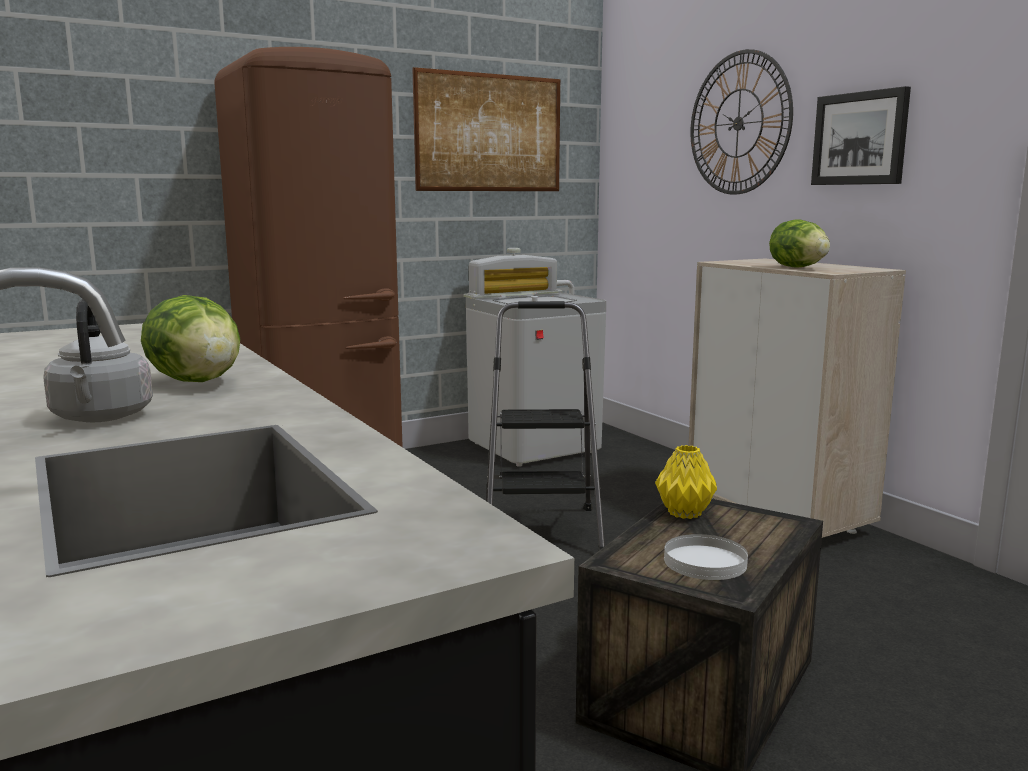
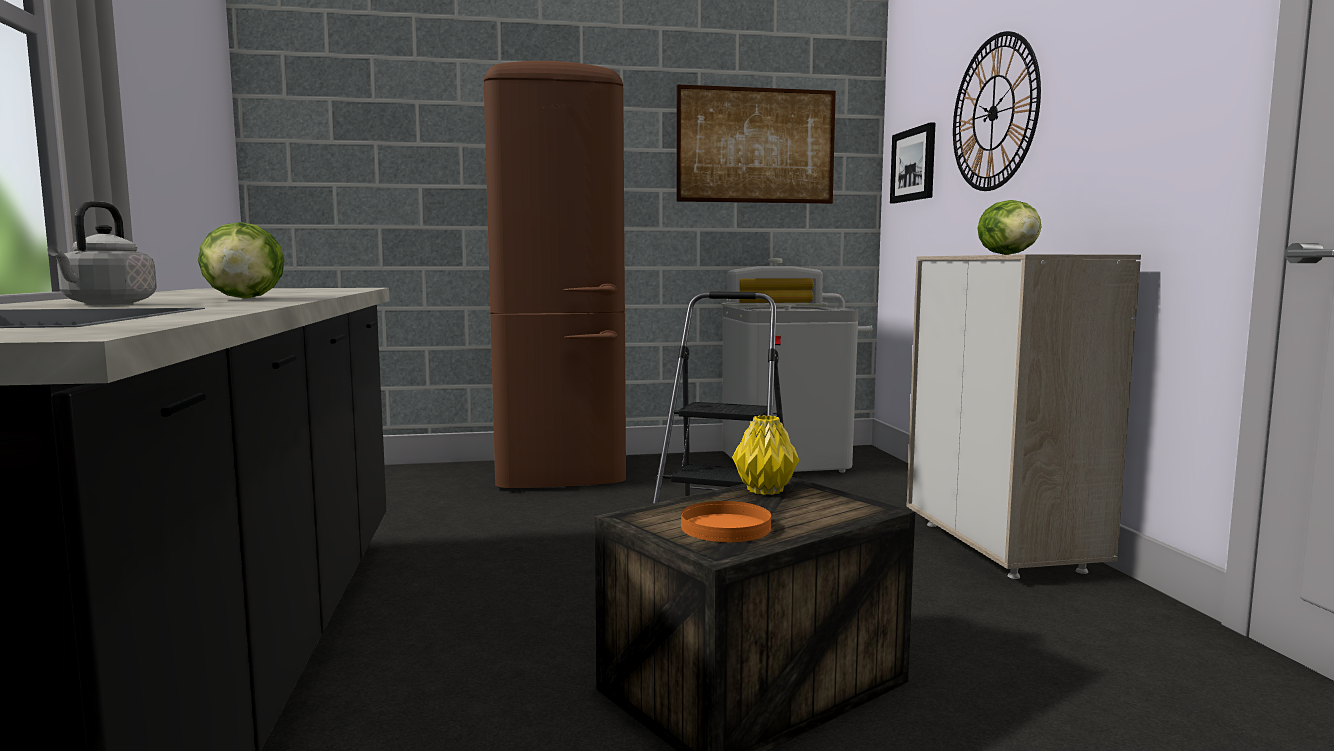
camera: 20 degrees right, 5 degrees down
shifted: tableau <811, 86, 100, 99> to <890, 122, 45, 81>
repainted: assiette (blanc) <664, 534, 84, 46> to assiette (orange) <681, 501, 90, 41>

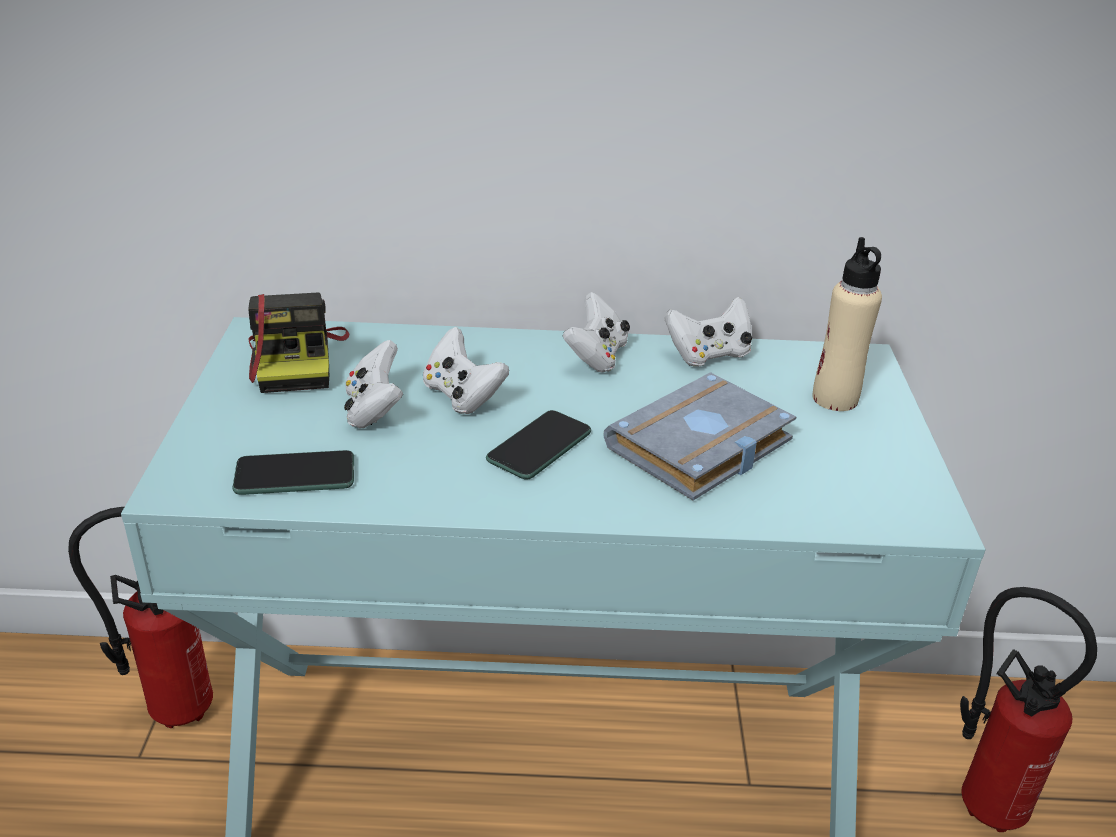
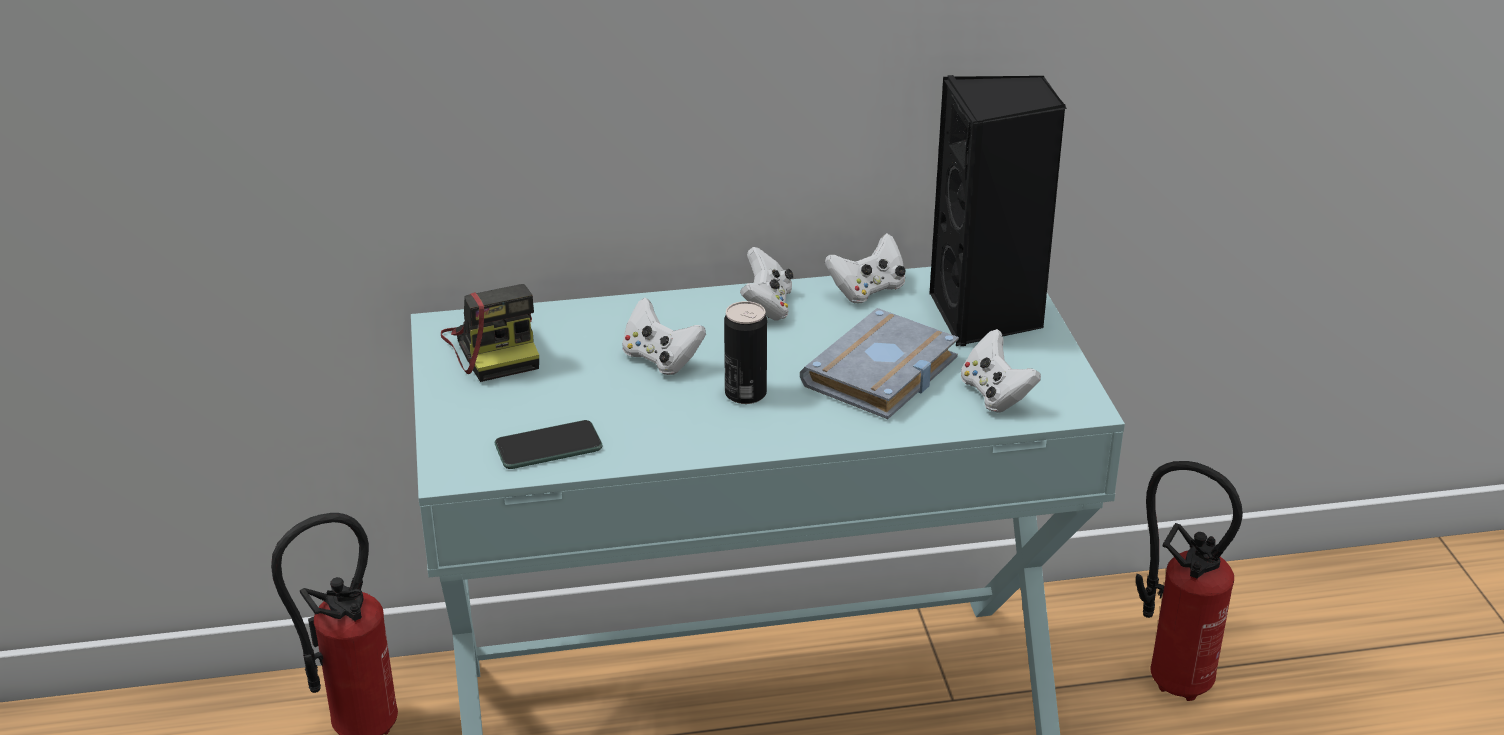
camera: 10 degrees left, 0 degrees up
shifted: manette (blanc) <344, 340, 59, 88> to <961, 329, 80, 84>
swapped: téléphone <486, 410, 105, 70> to boîte métallique <724, 301, 43, 103>; bouteille (beige) <812, 237, 70, 174> to enceinte (noir) <929, 75, 138, 271>

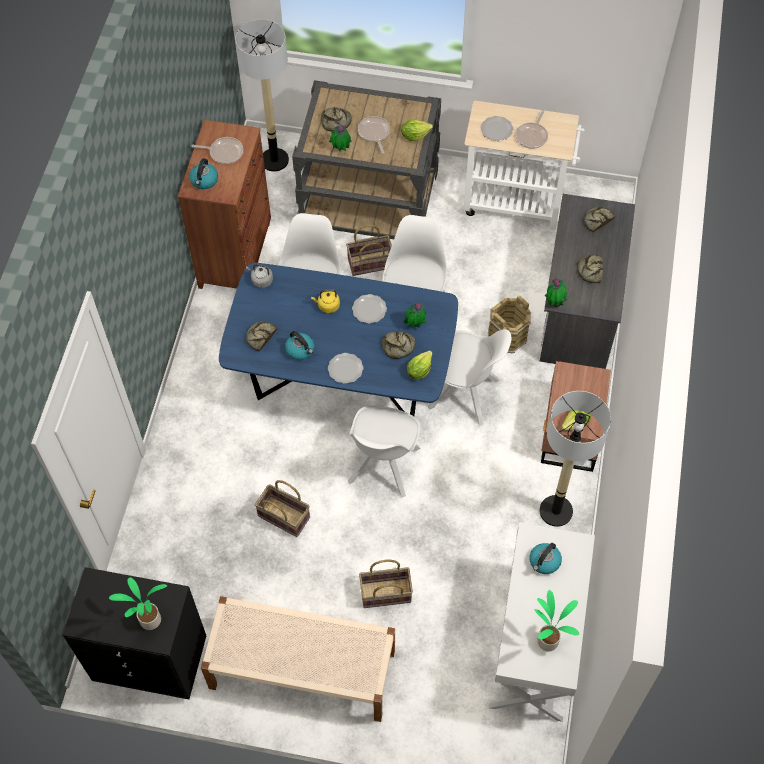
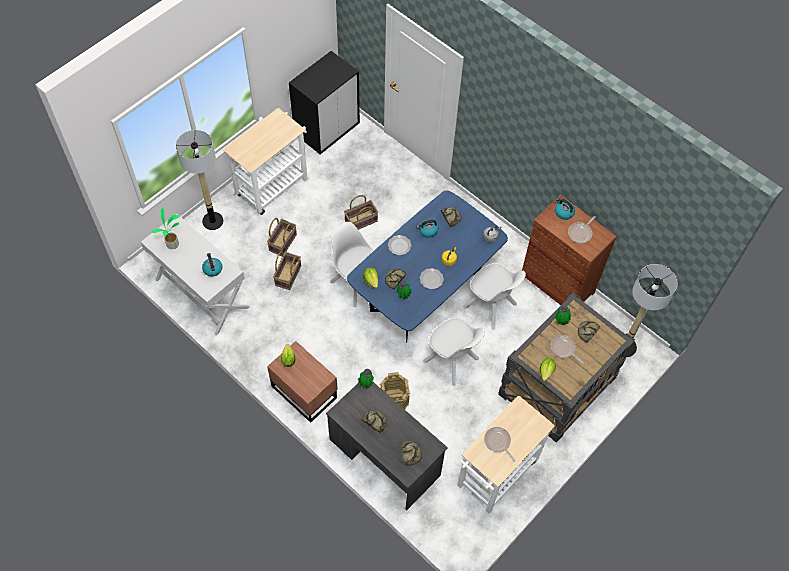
camera: 120 degrees right, 0 degrees up
gone: plante en pot <109, 578, 58, 52>; chaise (blanc) <427, 329, 85, 96>; assiette <481, 116, 32, 25>
shifted: lampadaire <540, 391, 71, 136> to <176, 130, 47, 100>; panier <346, 224, 46, 52> to <273, 251, 28, 39>
swapped: banc (beige) <201, 596, 194, 126> to chariot (blanc) <223, 108, 85, 107>
rotated: poêle <358, 116, 32, 38> = <551, 335, 33, 29> 150 degrees counterclockwise

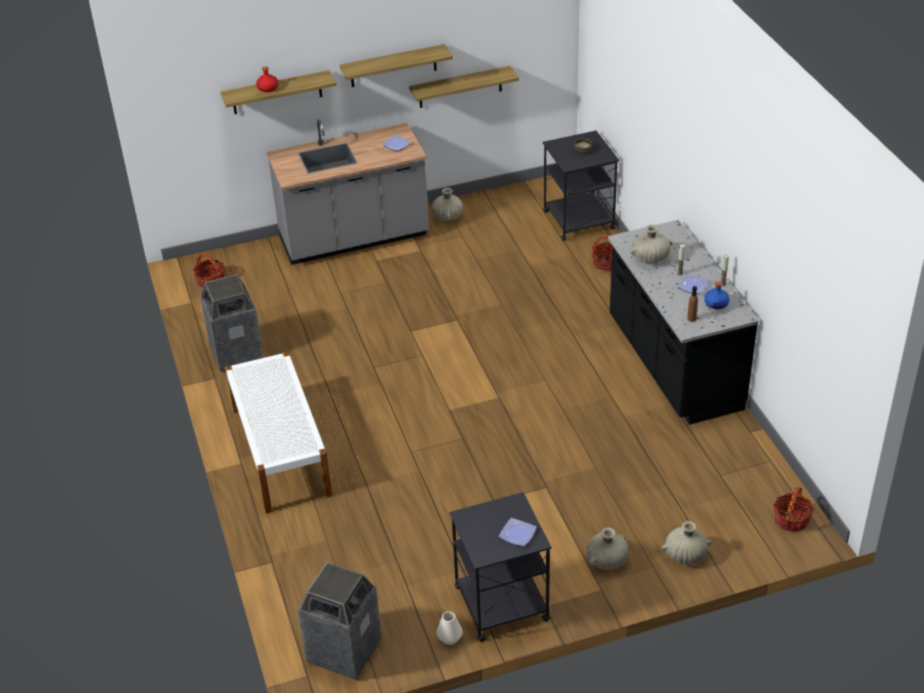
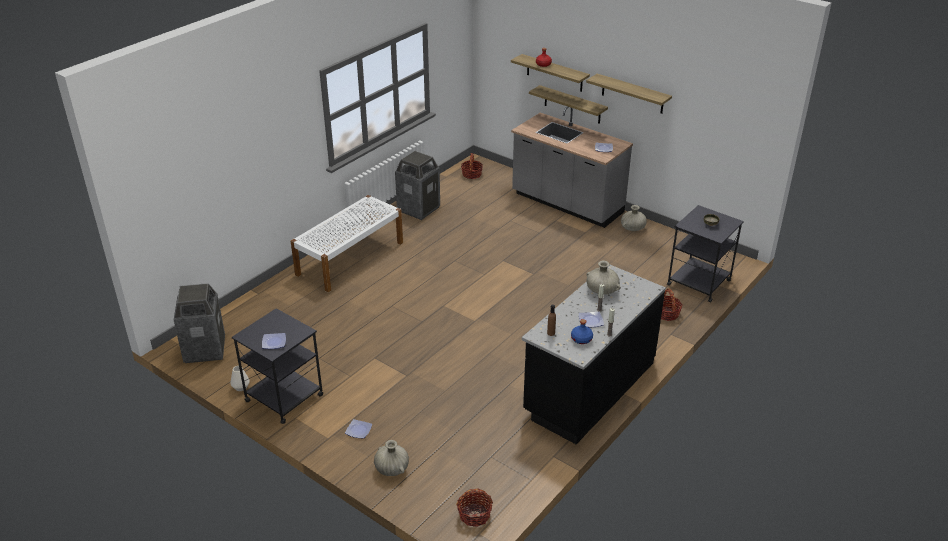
camera: 55 degrees right, 5 degrees down
shifted: étagère <409, 66, 110, 42> to <529, 85, 79, 39>
swapped: vase (beige) <586, 527, 43, 43> to assiette <345, 419, 27, 19>

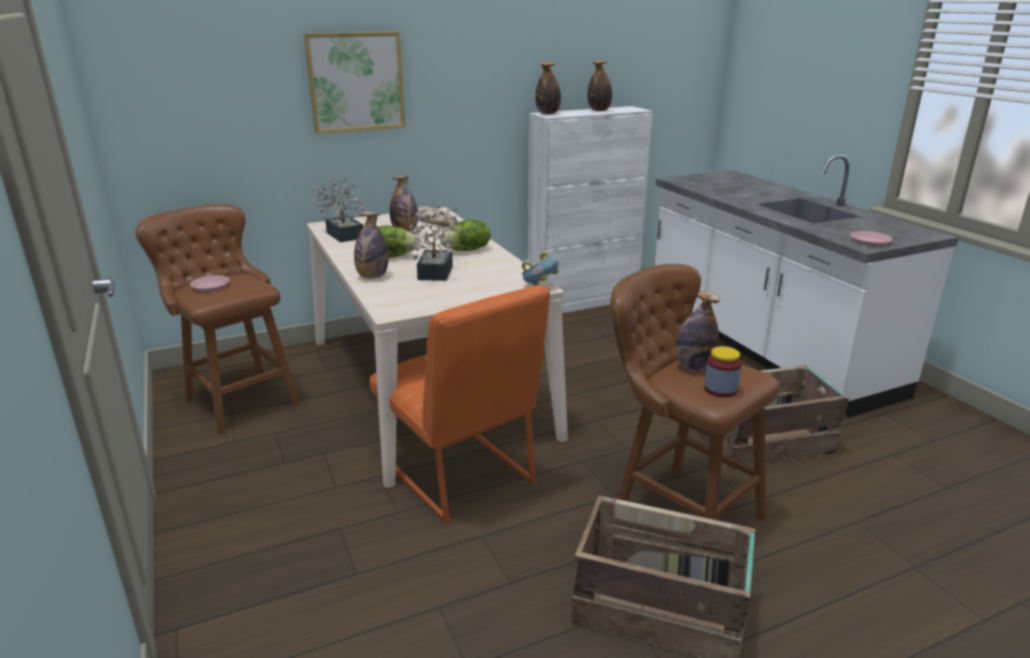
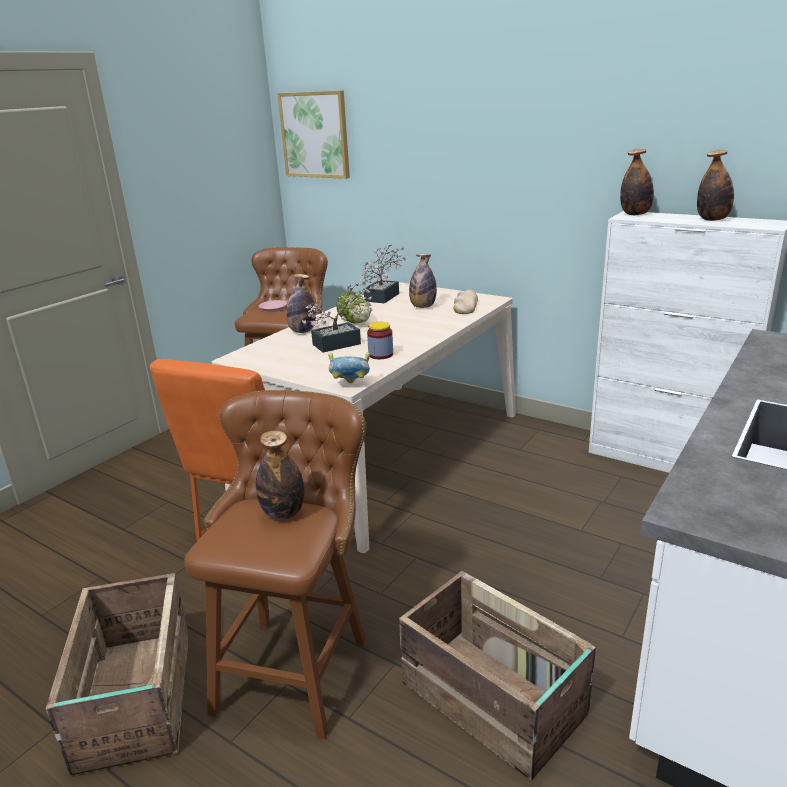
camera: 60 degrees right, 0 degrees up
gone: laitue <440, 219, 50, 32>; assiette (rose) <850, 231, 43, 15>
shifted: tableau <304, 32, 102, 102> to <277, 90, 73, 89>; bocal <704, 346, 38, 51> to <367, 322, 26, 37>

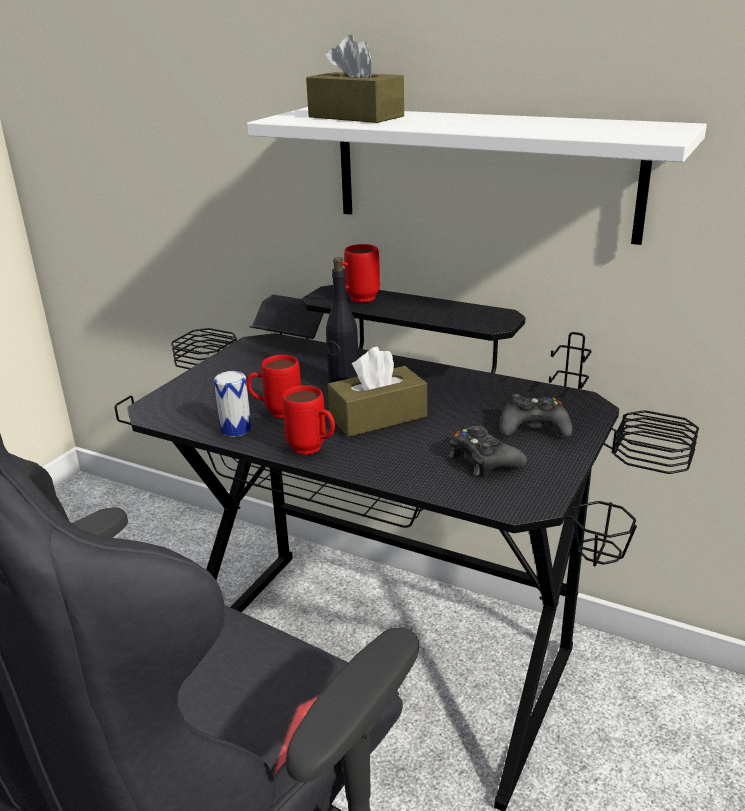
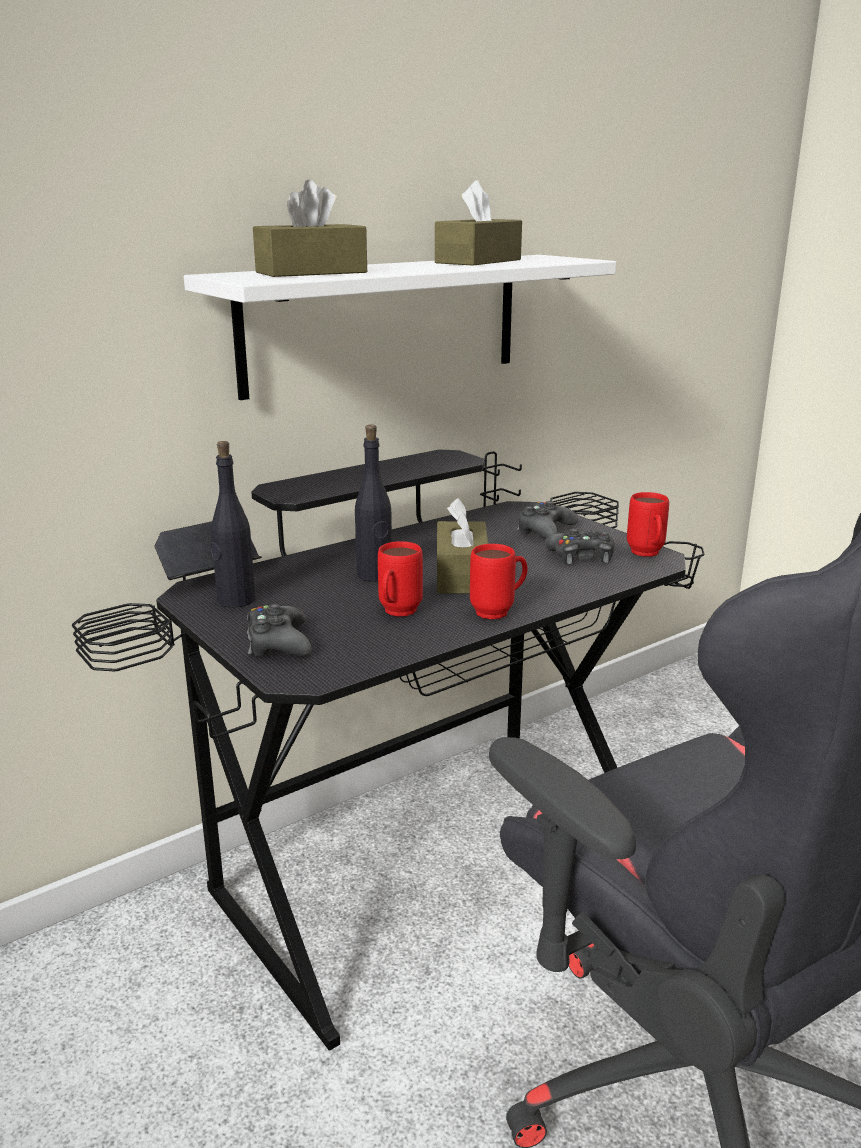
camera: 65 degrees left, 5 degrees down
gone: boîte métallique <214, 371, 37, 66>
new: bouteille (noir) <211, 441, 44, 167>; manette (noir) <247, 604, 65, 53>; boîte à mouchoirs (marron) <435, 180, 87, 86>
shifted: mug (rouge) <343, 244, 37, 59> to <627, 492, 42, 65>

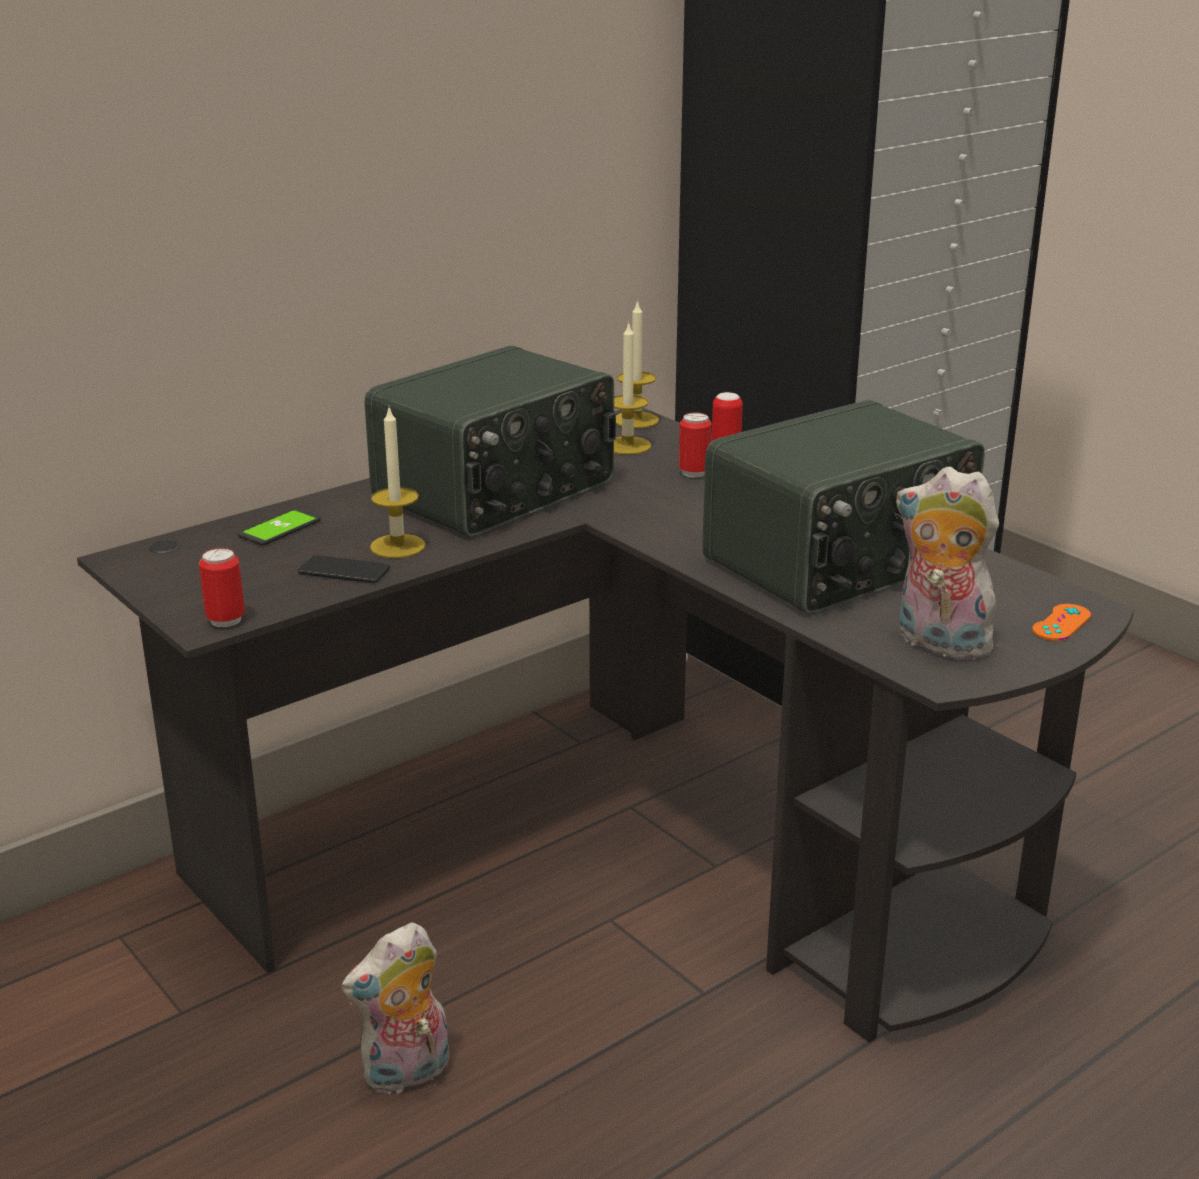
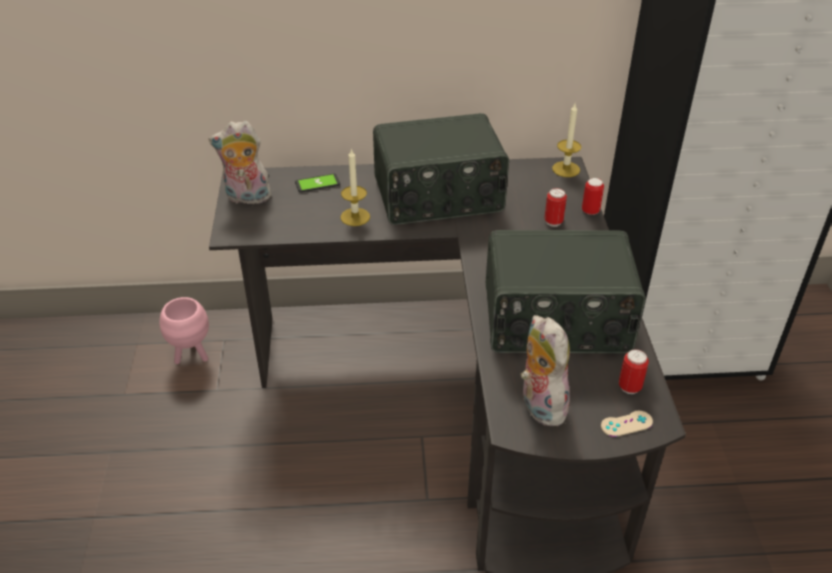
camera: 35 degrees right, 15 degrees up
gone: téléphone <298, 555, 92, 28>; bougie <614, 322, 37, 133>
new: cache-pot (rose) <160, 297, 49, 67>
shifted: peluche <341, 922, 108, 174> to <208, 121, 63, 86>; boîte métallique <199, 548, 46, 79> to <619, 349, 30, 45>
repainted: manette (orange) <1032, 604, 59, 37> to manette (beige) <601, 411, 52, 26>

